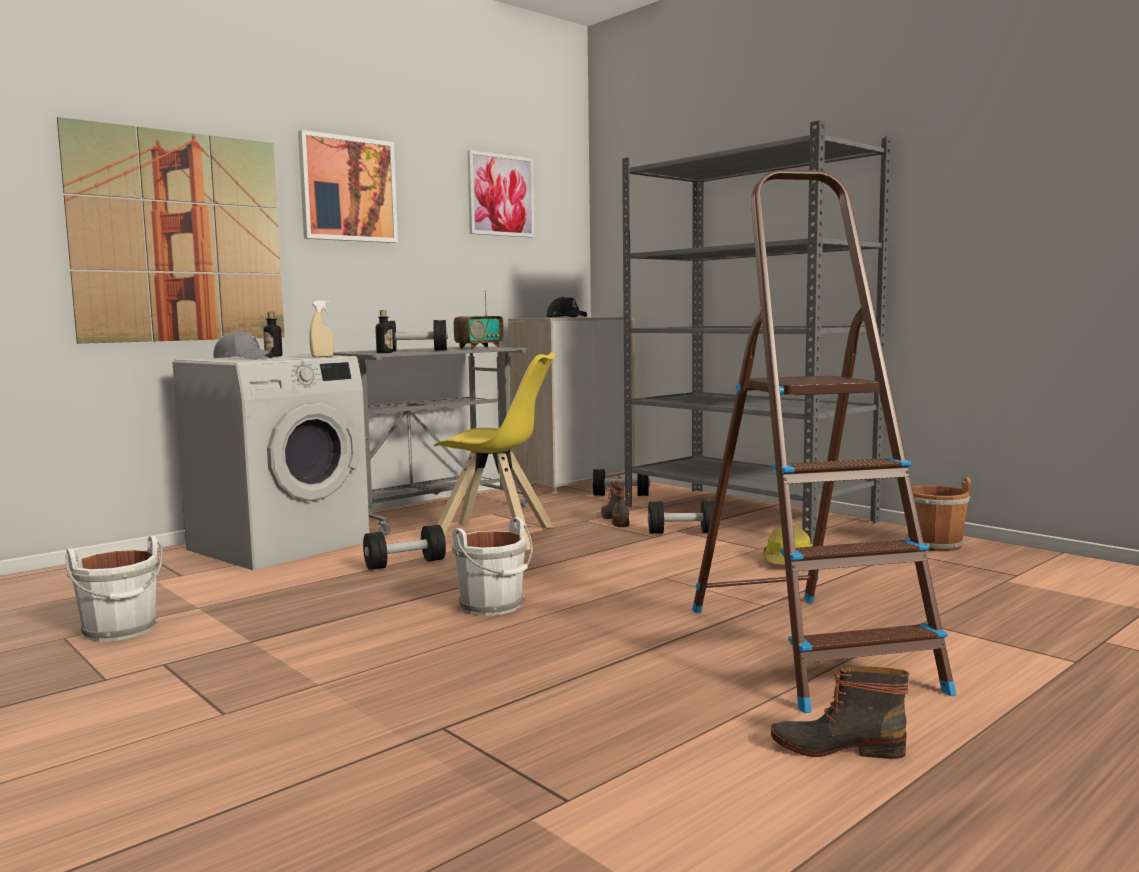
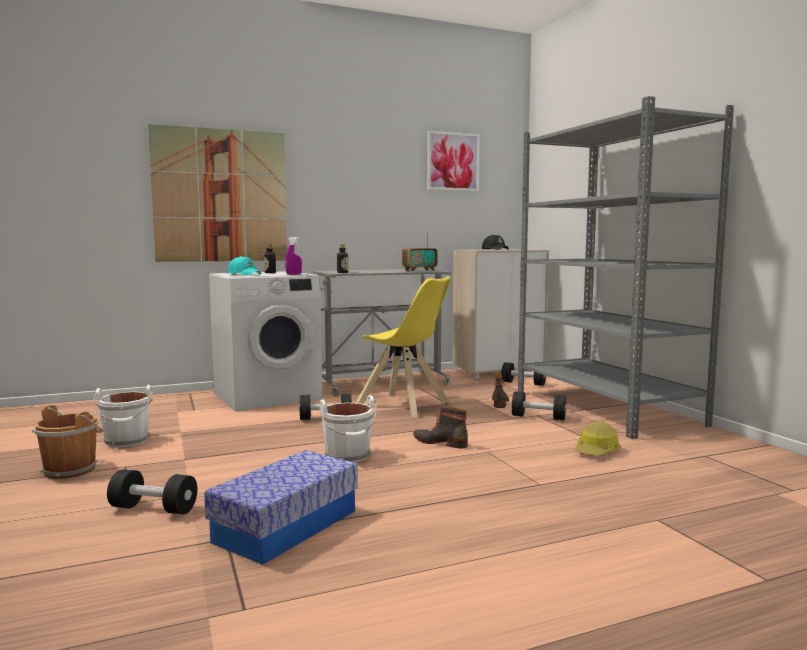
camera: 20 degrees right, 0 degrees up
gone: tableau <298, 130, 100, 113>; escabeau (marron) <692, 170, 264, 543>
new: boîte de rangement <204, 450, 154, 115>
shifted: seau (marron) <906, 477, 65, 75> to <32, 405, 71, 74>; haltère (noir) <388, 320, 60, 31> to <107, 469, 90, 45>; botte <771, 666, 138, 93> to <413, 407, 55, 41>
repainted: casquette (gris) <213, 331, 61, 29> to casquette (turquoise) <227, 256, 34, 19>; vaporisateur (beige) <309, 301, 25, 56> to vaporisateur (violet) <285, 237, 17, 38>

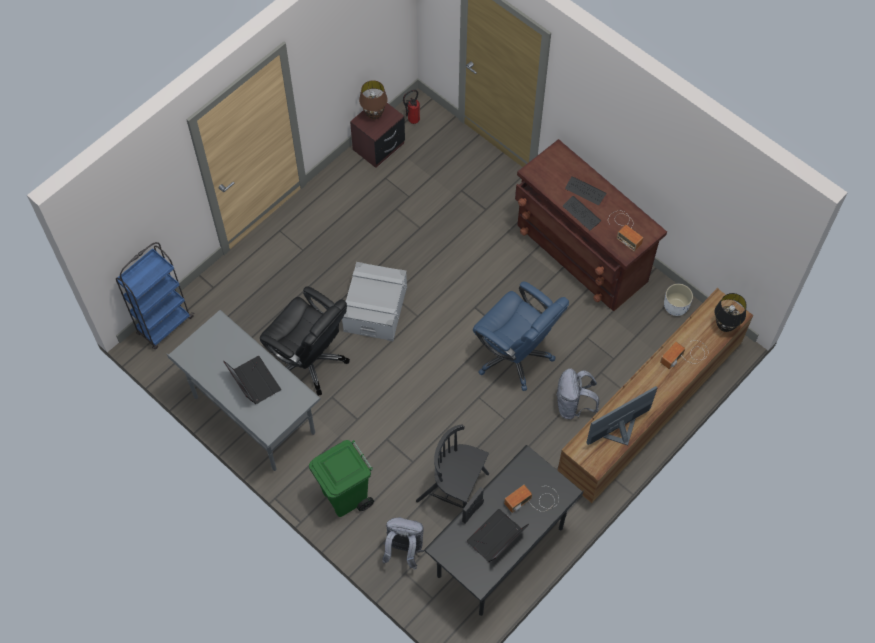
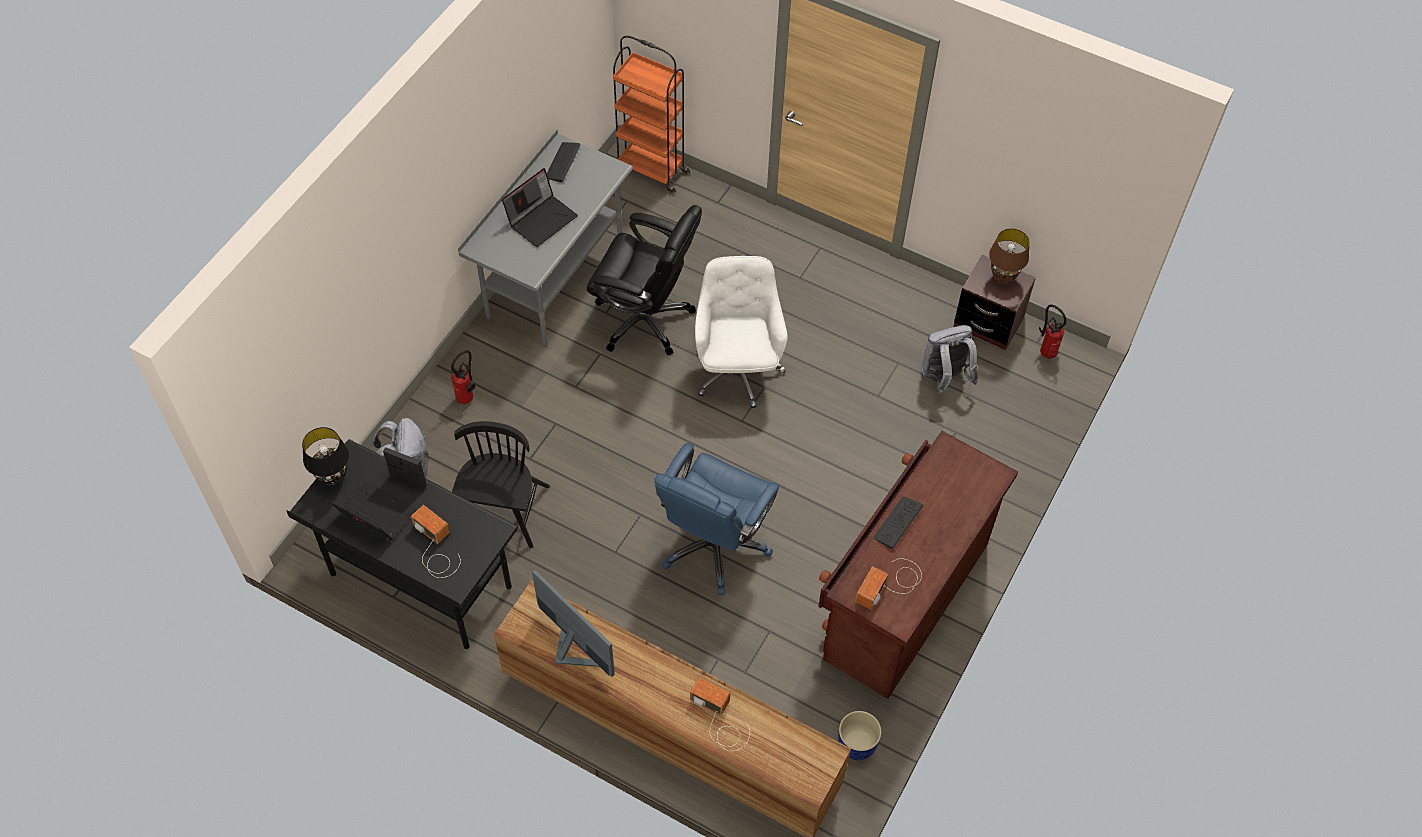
camera: 75 degrees right, 5 degrees down
shifted: lampe de table (noir) <715, 293, 32, 39> to <302, 427, 47, 59>; clavier <565, 176, 42, 29> to <547, 142, 34, 40>; sac à dos (gris) <556, 368, 43, 52> to <921, 325, 57, 69>
swapped: poubelle (vert) <309, 440, 65, 77> to extincteur <451, 350, 24, 54>; boîte de rangement (gris) <342, 262, 65, 79> to chaise de bureau (blanc) <695, 256, 93, 152>
repainted: chariot (bleu) <116, 242, 79, 107> to chariot (orange) <613, 36, 78, 157>; cache-pot (blanc) <664, 284, 29, 32> to cache-pot (bleu) <838, 711, 44, 49>
rotated: chaise de bureau (noir) <260, 286, 90, 110> = <587, 205, 115, 151> 90 degrees counterclockwise

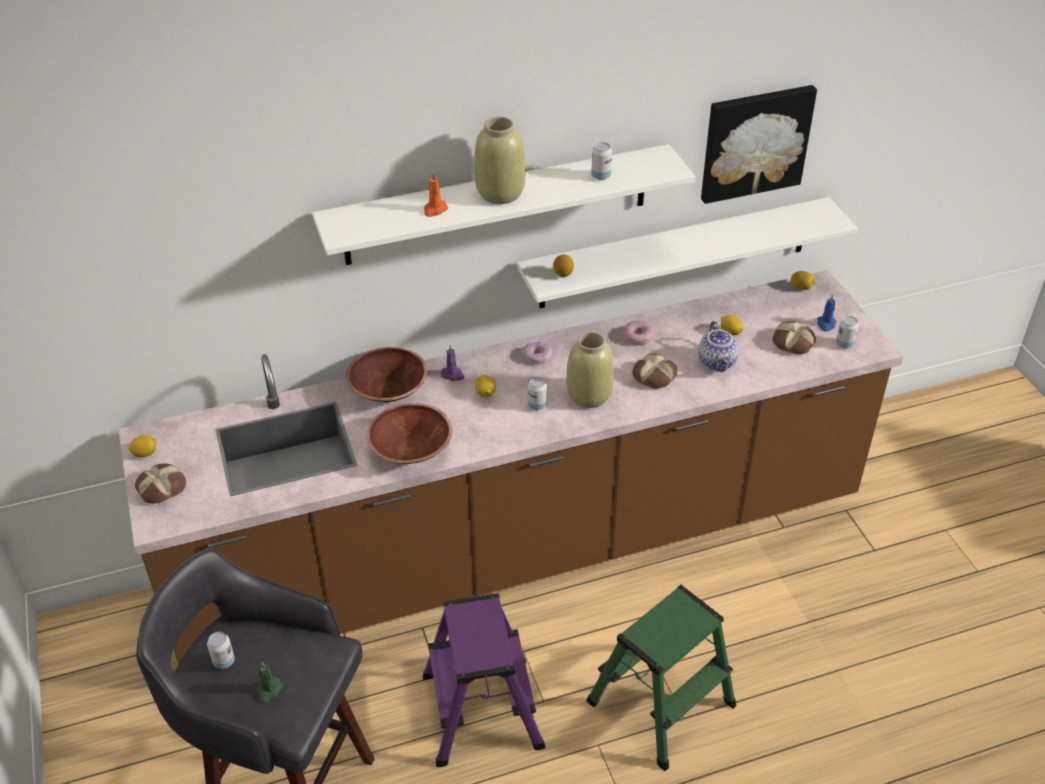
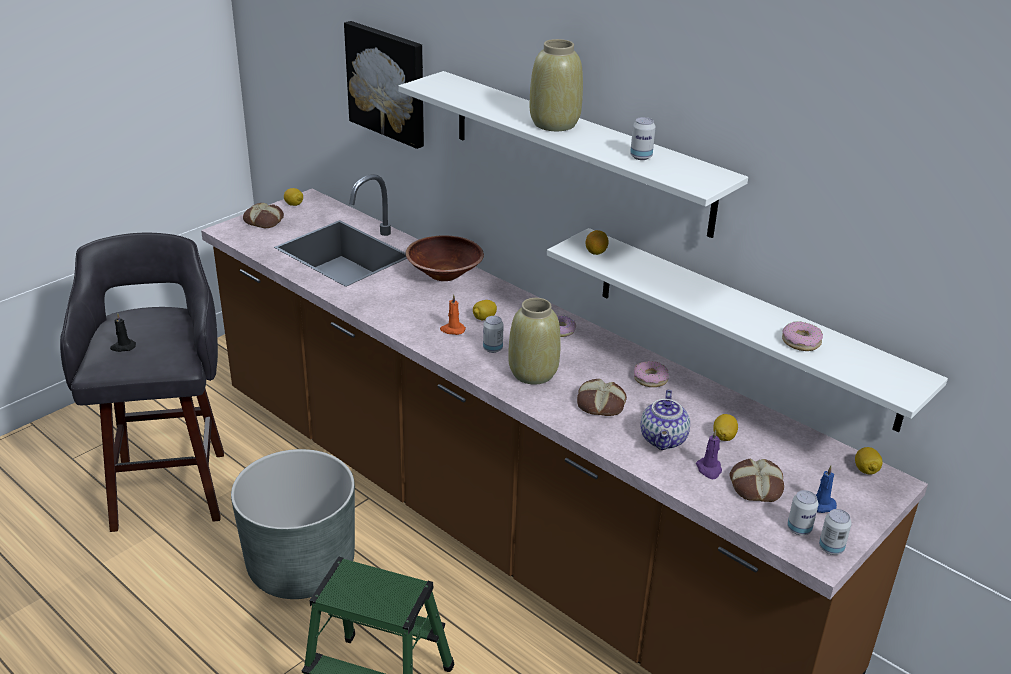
camera: 60 degrees right, 10 degrees down
gone: bol (marron) <366, 403, 86, 61>
new: beignet <782, 321, 41, 30>
shifted: tableau <701, 85, 116, 119> to <344, 21, 80, 128>; bougie (orange) <424, 172, 24, 45> to <440, 294, 26, 41>; bougie (violet) <441, 345, 23, 36> to <696, 430, 26, 49>; boîte métallique <207, 632, 28, 37> to <819, 509, 33, 46>
swapped: escabeau (violet) <422, 593, 124, 174> to cache-pot (gris) <231, 449, 124, 150>
repainted: bougie (vert) <256, 662, 27, 41> to bougie (noir) <110, 313, 26, 39>
rotated: théière <698, 321, 41, 51> = <641, 390, 49, 60> 45 degrees counterclockwise

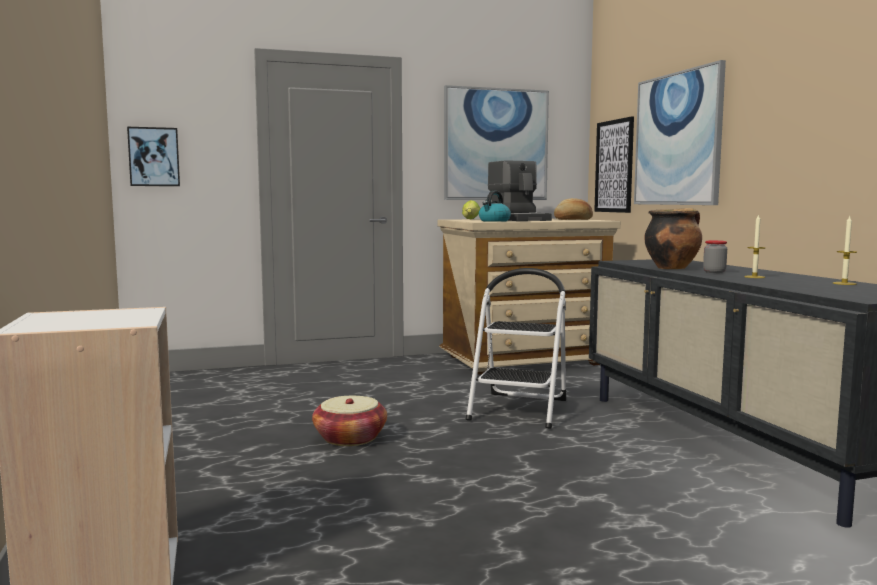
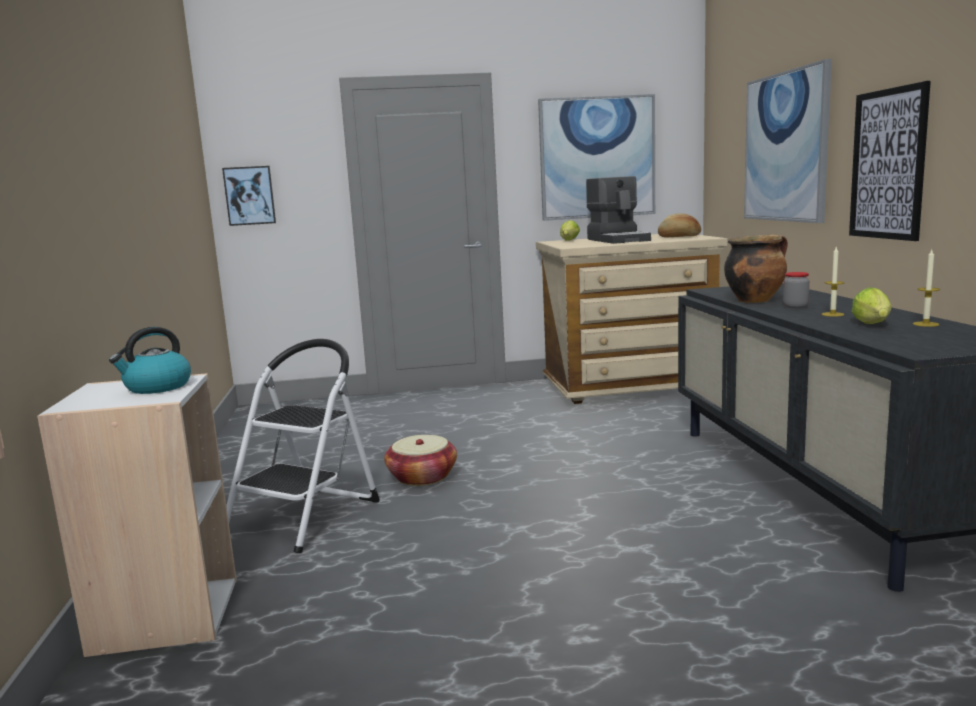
camera: 10 degrees right, 5 degrees up
new: laitue <851, 287, 41, 37>
shifted: bouilloire <479, 191, 32, 31> to <109, 327, 82, 67>; escabeau <466, 268, 100, 161> to <226, 339, 154, 214>; tableau <594, 116, 40, 97> to <849, 81, 82, 160>

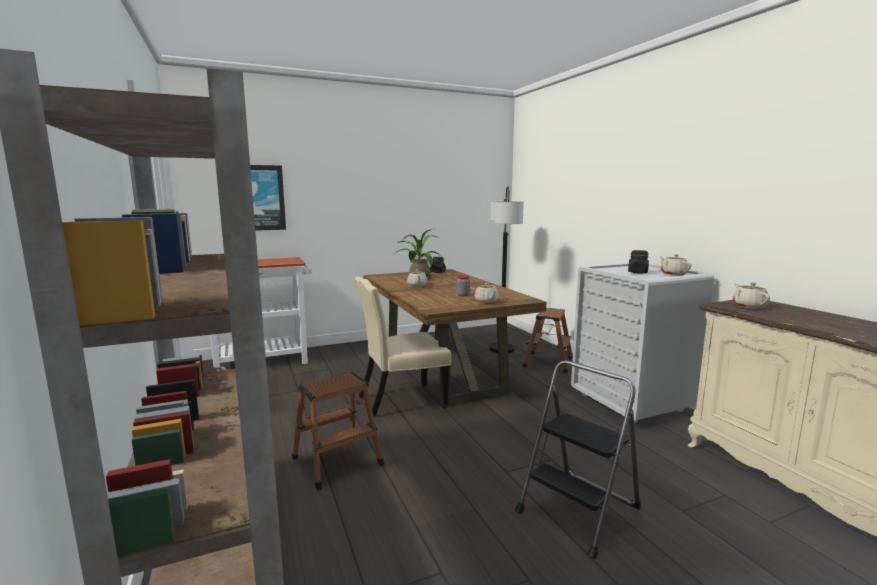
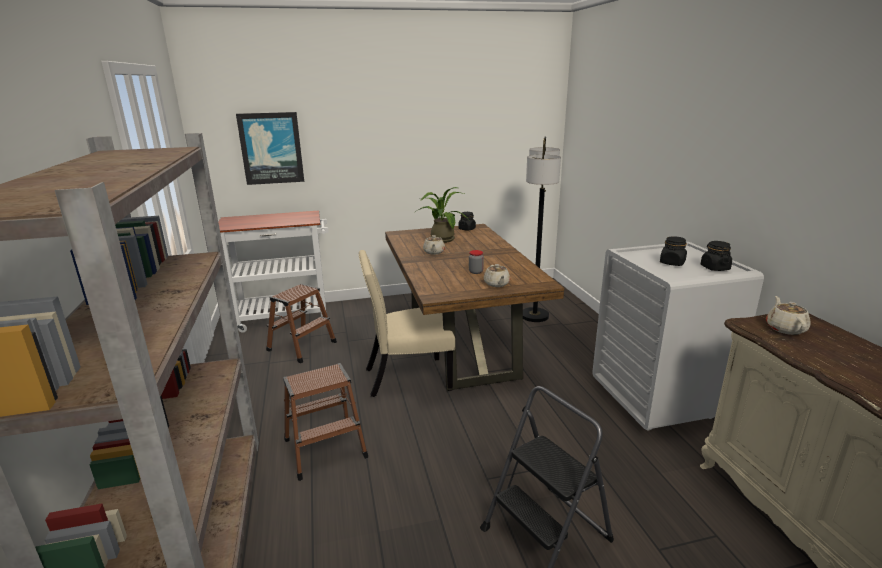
camera: 10 degrees right, 10 degrees up
shifted: escabeau (marron) <522, 308, 51, 66> to <266, 283, 71, 80>
swapped: théière (beige) <659, 254, 33, 21> to bocal (noir) <701, 241, 31, 30>

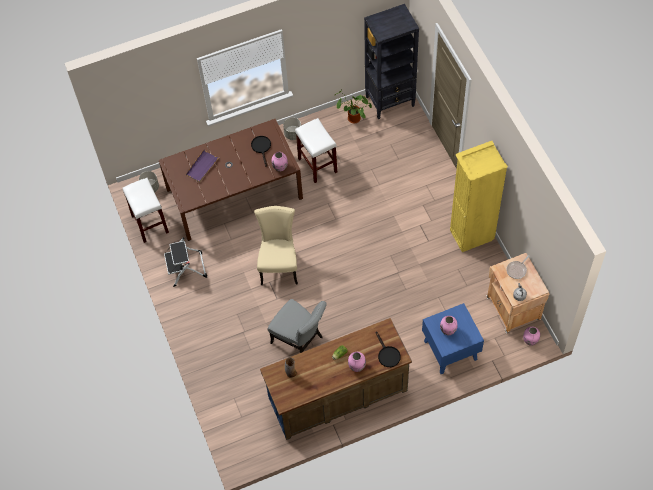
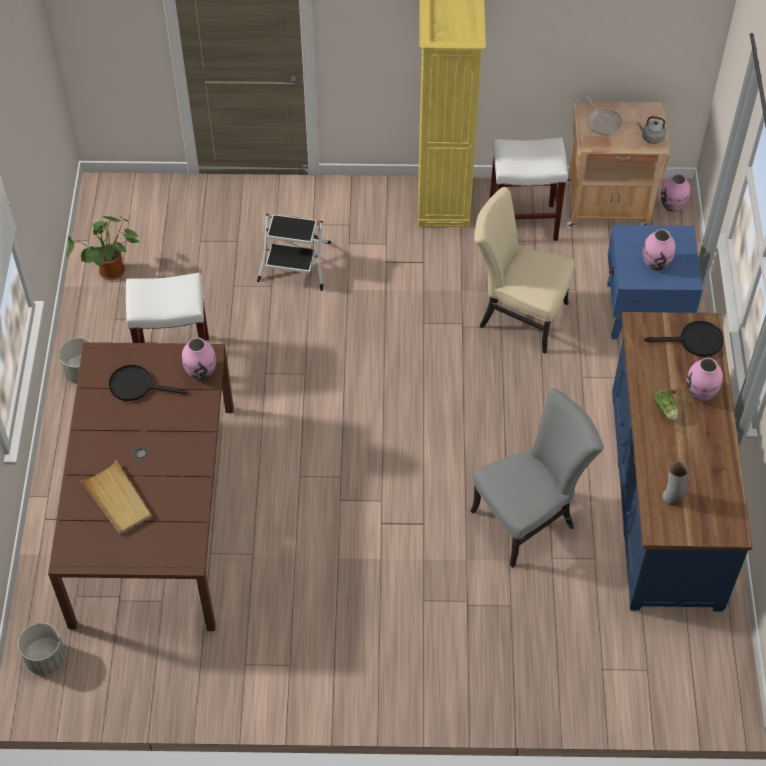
camera: 70 degrees left, 5 degrees down
gone: bibliothèque (noir) <364, 4, 55, 115>
shifted: escabeau <164, 238, 43, 49> to <257, 214, 74, 77>; chaise (beige) <254, 206, 44, 79> to <474, 187, 101, 167>; tabouret (blanc) <122, 178, 47, 65> to <490, 137, 78, 104>
repainted: plateau (violet) <186, 150, 33, 32> to plateau (beige) <80, 460, 72, 74>

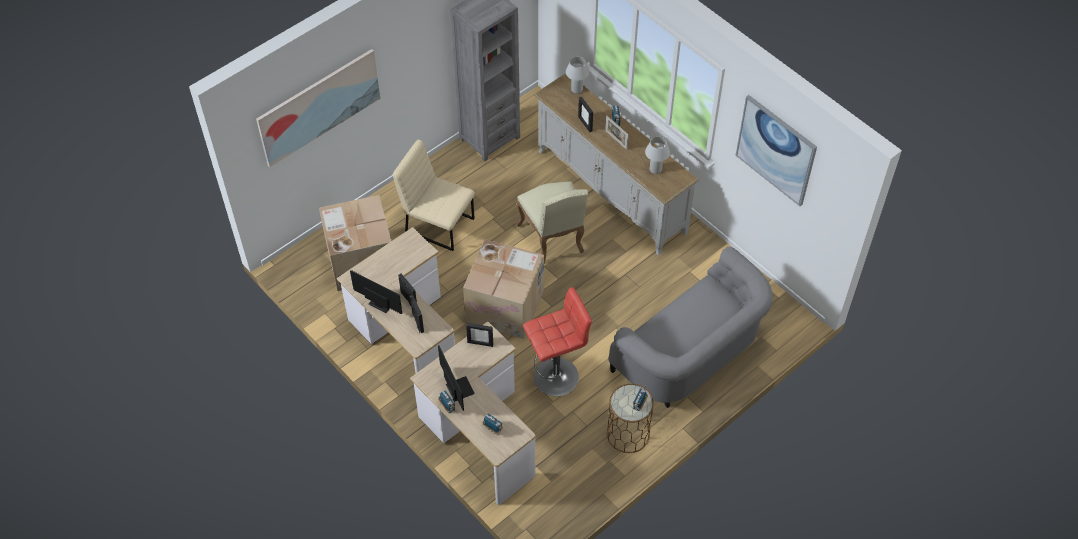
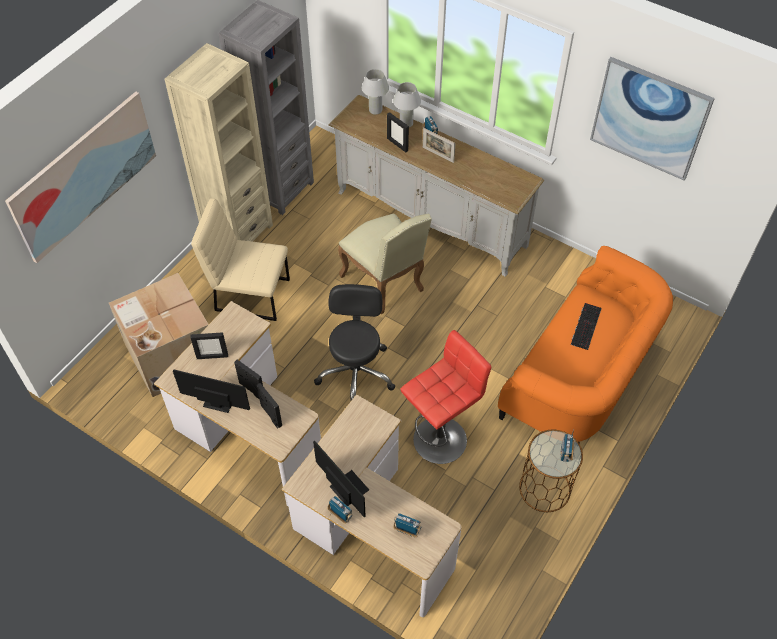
camera: 15 degrees left, 0 degrees up
new: bibliothèque (beige) <165, 43, 108, 199>; clavier <571, 303, 31, 47>
shifted: cadre photo <466, 323, 27, 24> to <190, 332, 38, 27>; lampe de table (blanc) <645, 136, 25, 38> to <393, 82, 28, 45>
swapped: carton <463, 239, 81, 100> to chaise de bureau (noir) <314, 284, 81, 117>
repainted: canapé (gris) <609, 246, 164, 162> to canapé (orange) <498, 246, 175, 198>

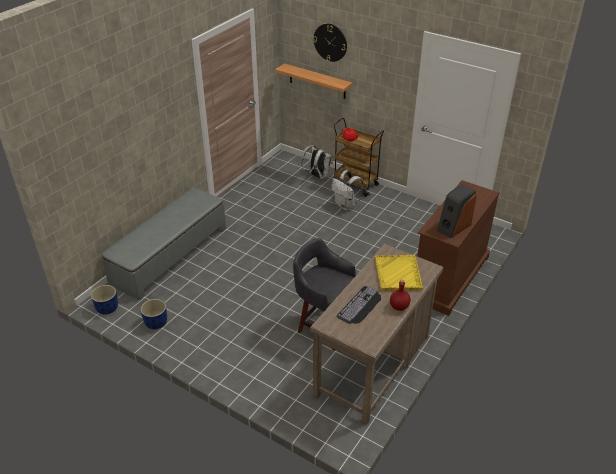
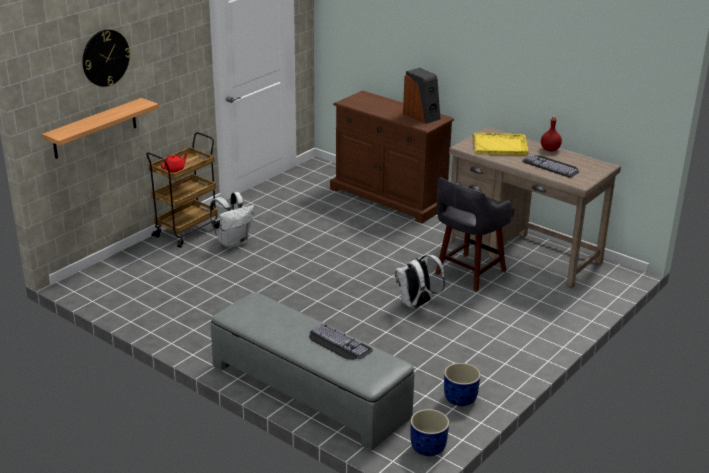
camera: 85 degrees left, 10 degrees down
new: clavier <309, 323, 64, 37>
shifted: sac à dos (blanc) <301, 145, 32, 34> to <395, 255, 50, 54>

